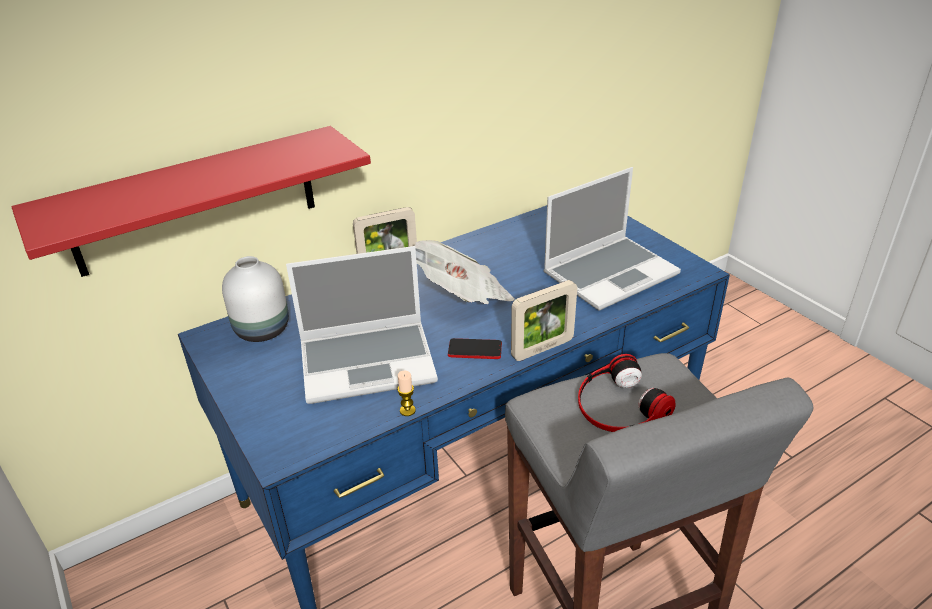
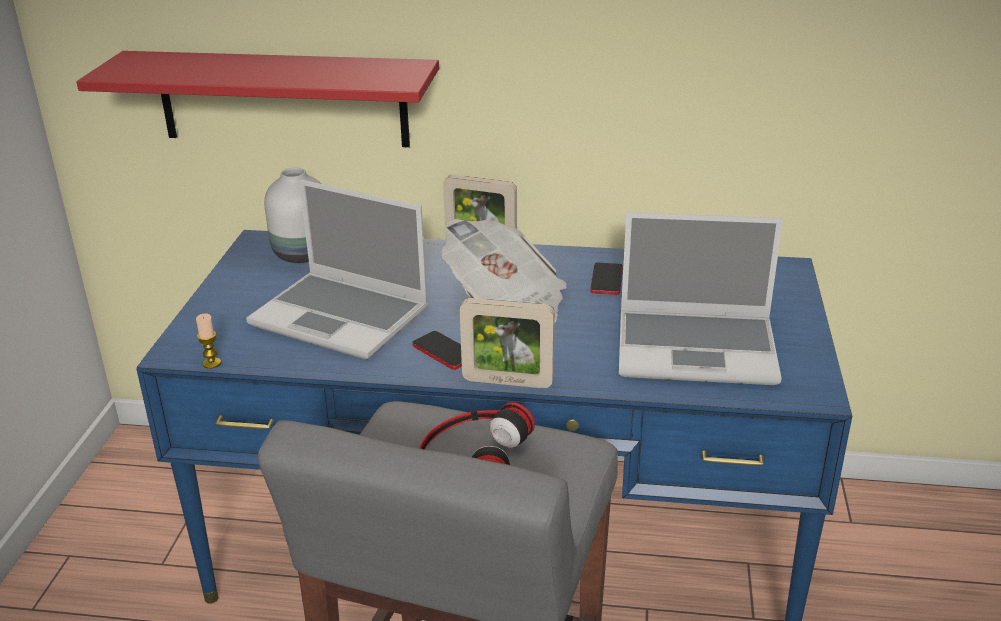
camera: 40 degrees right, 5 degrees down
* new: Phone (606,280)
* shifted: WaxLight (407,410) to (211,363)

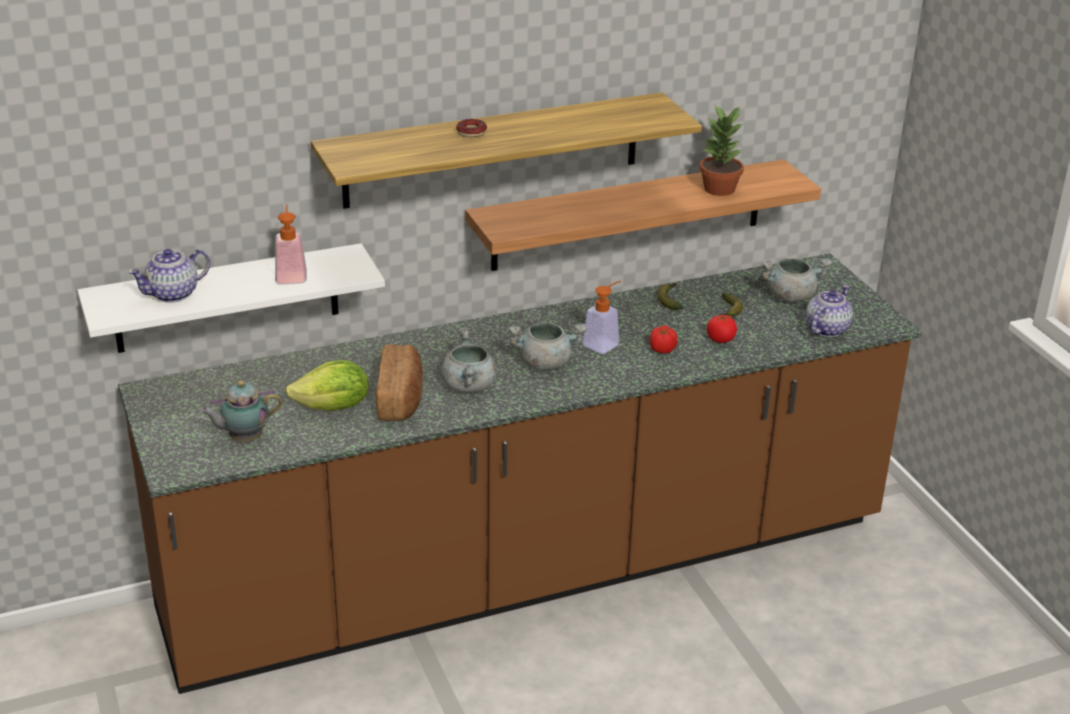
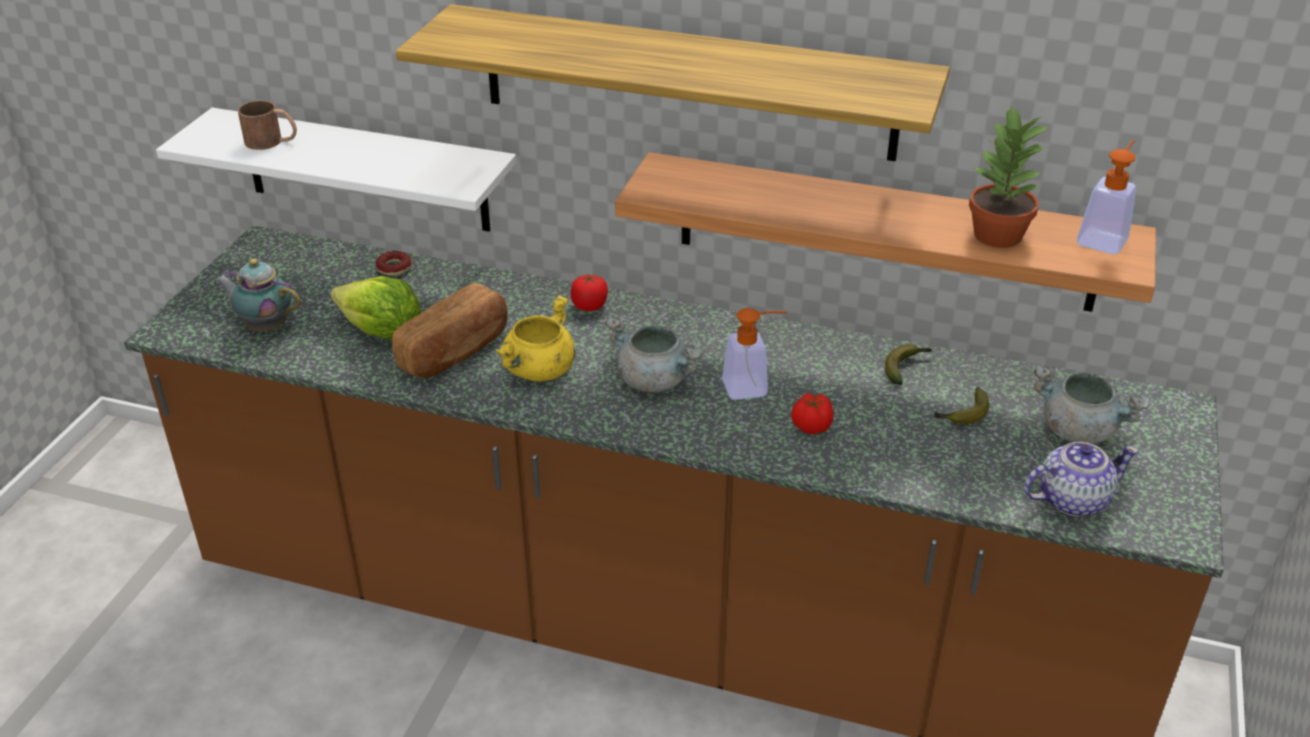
camera: 40 degrees right, 5 degrees up
* shifted: LiquidSoapBottle (291,274) to (1104,238)
* shifted: Doughnut (471,132) to (394,267)
* shifted: Tomato (721,339) to (589,306)
* swapped: TeaPot (173,294) to BrownTeaMug (272,141)
* repainted: GreyishStockpot (470,386) to YellowishStockpot (539,371)

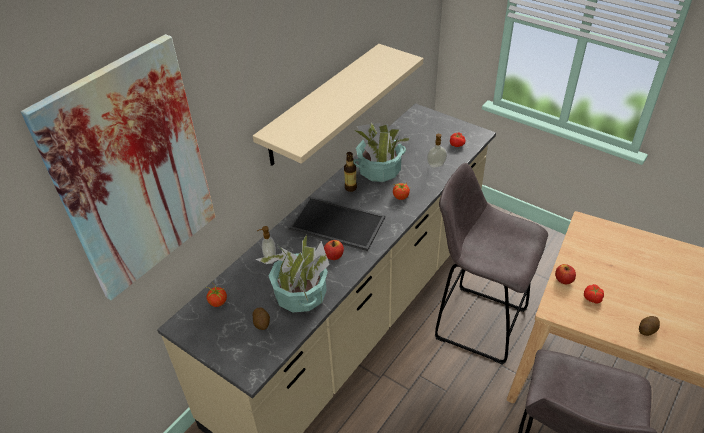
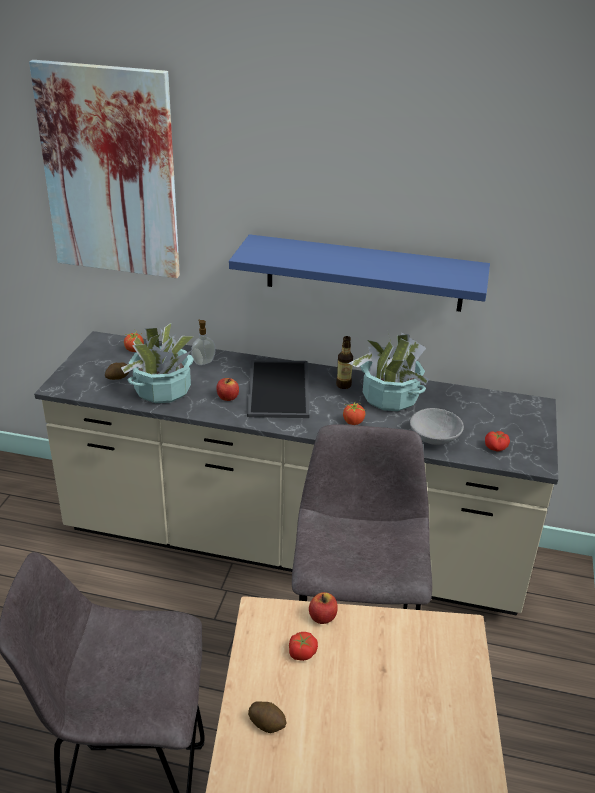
camera: 65 degrees right, 10 degrees down
* swapped: LiquidSoapBottle (436,165) to GreyishBowl (435,438)
* repainted: BeigeBracketShelf (322,104) to BluishBracketShelf (364,273)

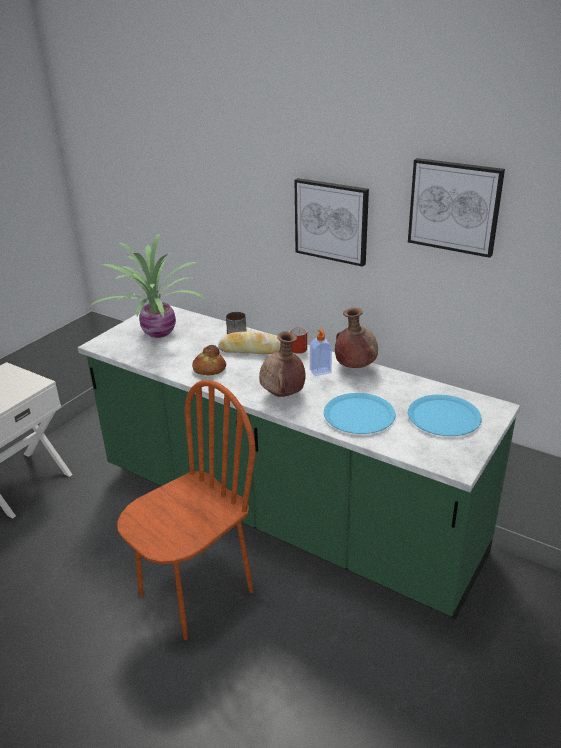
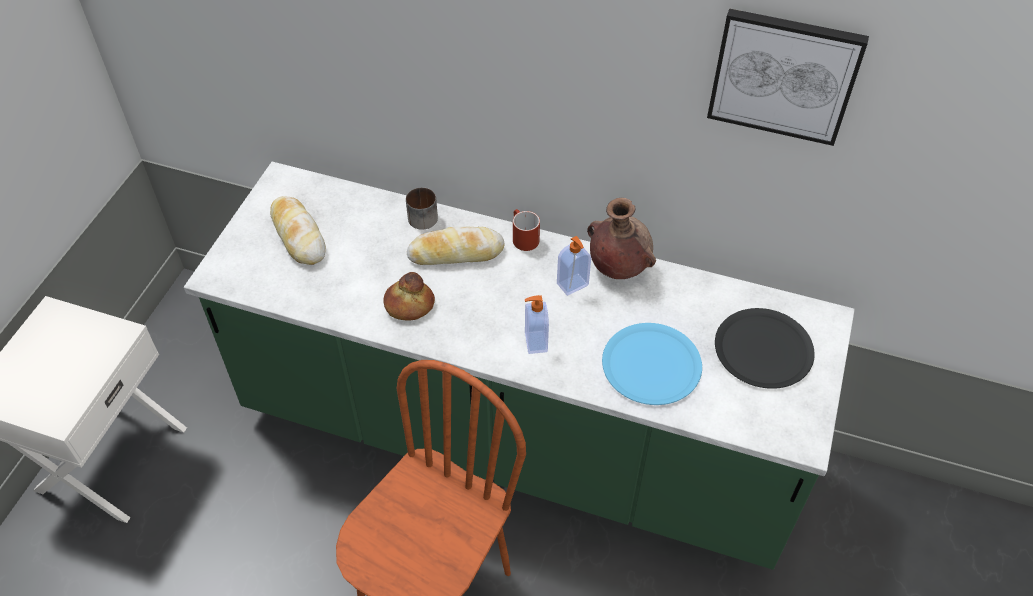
camera: 15 degrees left, 20 degrees up
* gone: Picture (332,221)
* swapped: PlantInAPot (157,332) to BakedBread (298,235)
* swapped: BrownVase (283,395) to LiquidSoapBottle (535,342)
* repainted: BluishPlate (444,417) to BlackPlate (763,349)

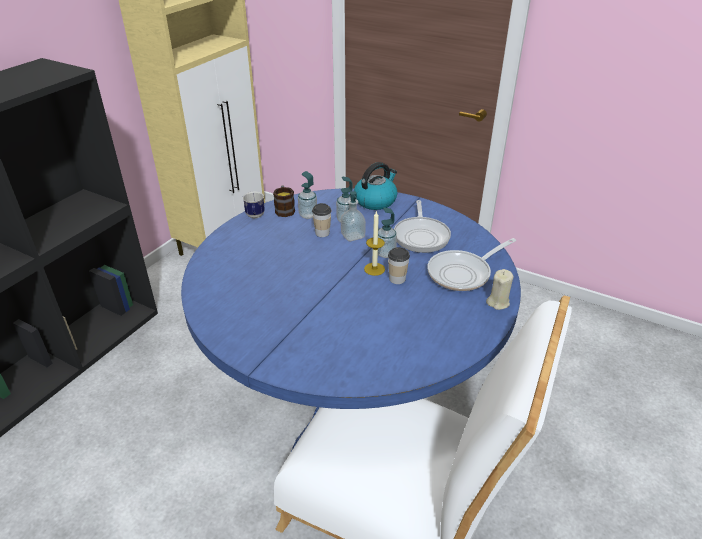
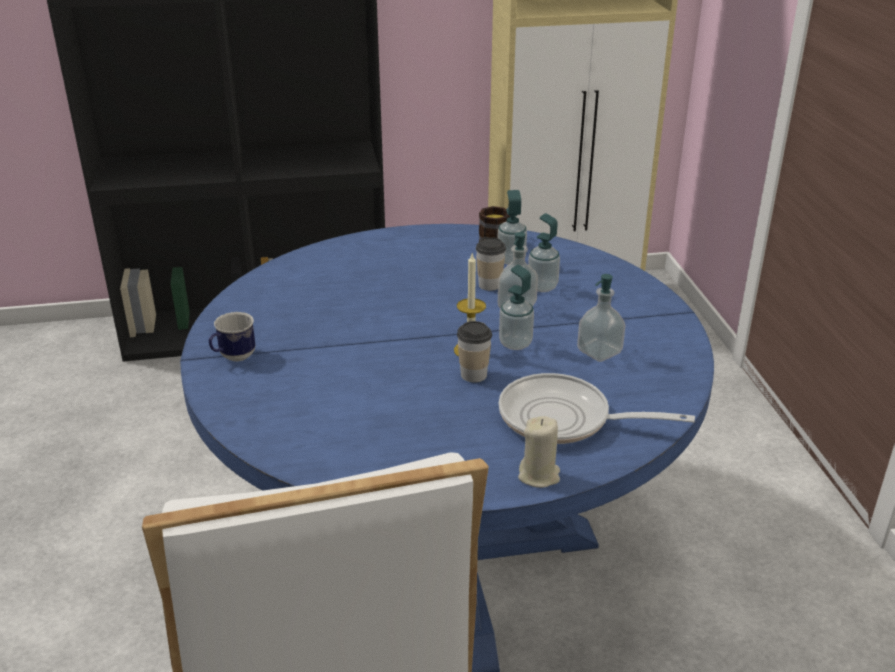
camera: 50 degrees right, 5 degrees down
* gone: WaterKettle (375,200)
* shifted: TeaMug (255,216) to (233,357)
* swapped: Pan (421,236) to LiquidSoapBottle (599,352)

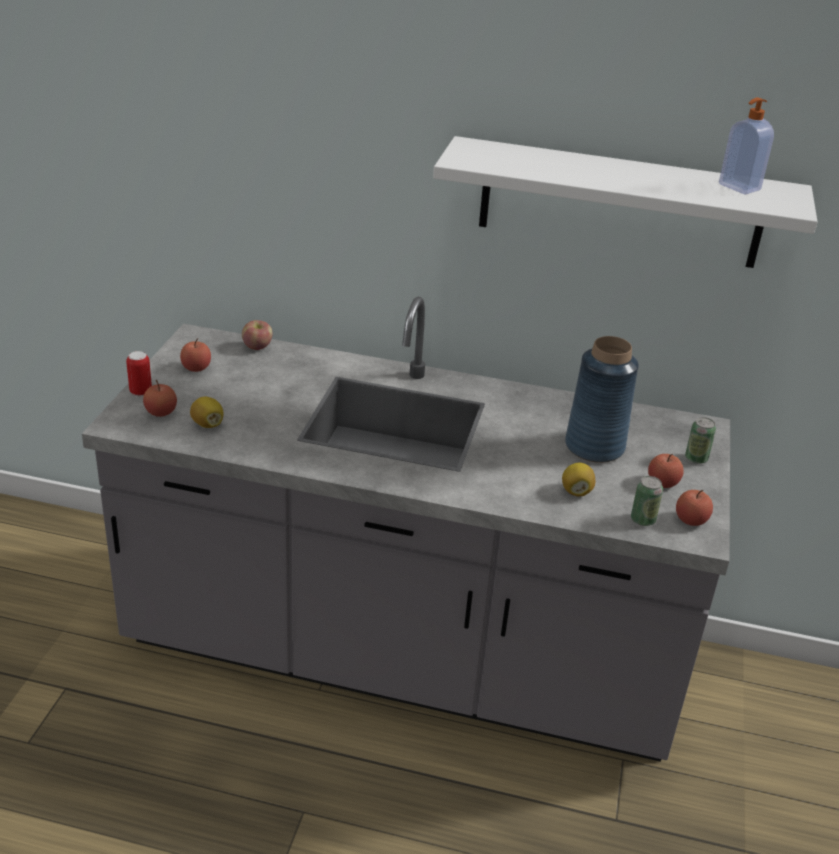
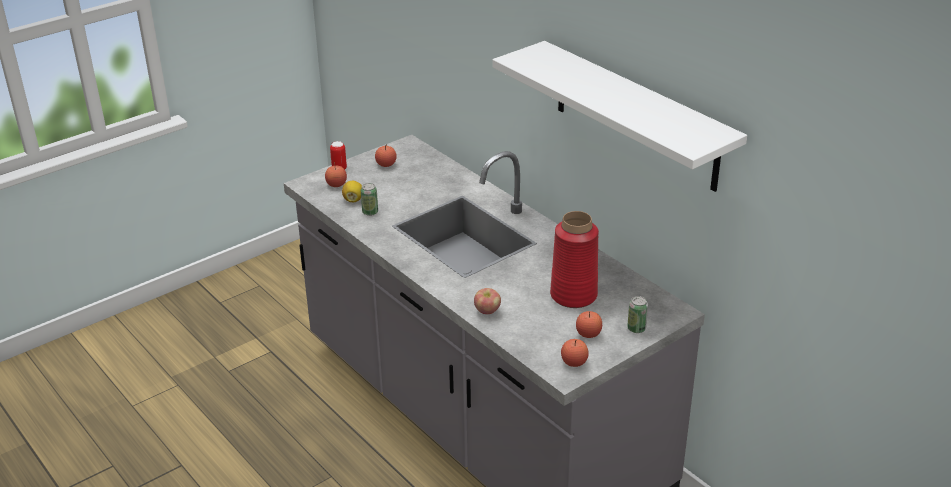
camera: 40 degrees right, 0 degrees up
* gone: CitrusFruit (576,491)
* gone: LiquidSoapBottle (738,187)
* shifted: Apple (257,347) to (487,311)
* shifted: Can (642,520) to (370,212)
* repainted: BluishVase (594,447) to RedVase (573,295)

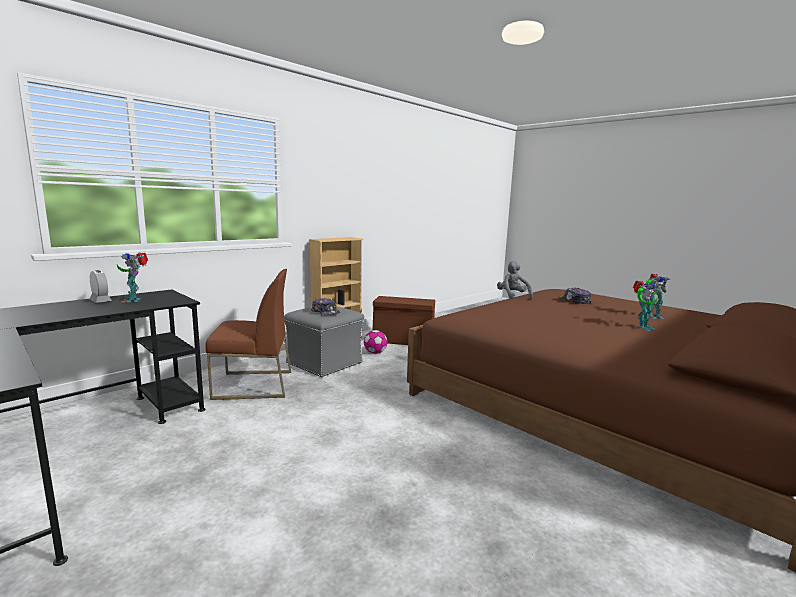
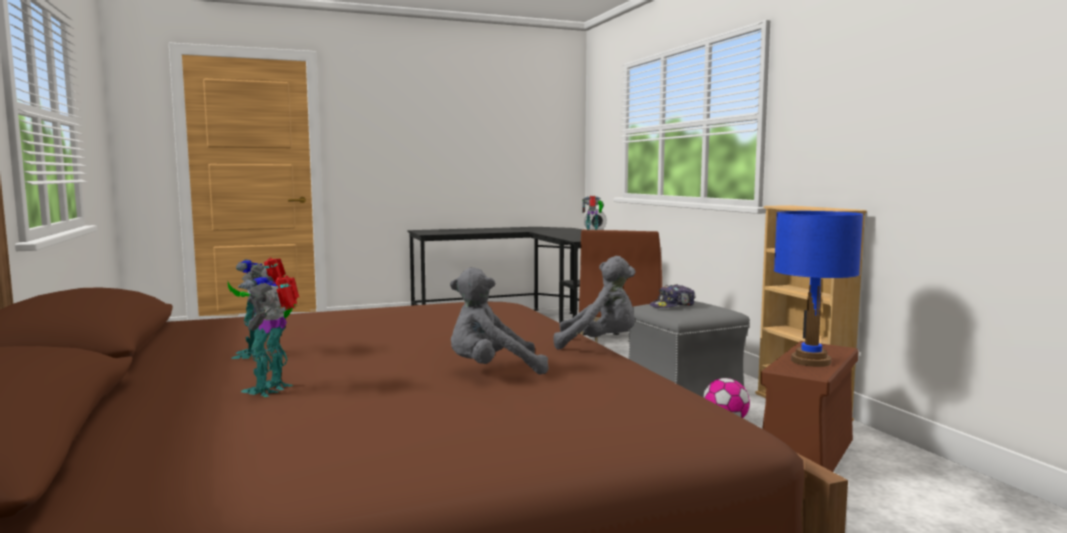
camera: 115 degrees right, 5 degrees down
* new: BluishTableLamp (811,361)
* swapped: PeakedCap (574,301) to GreyishCuddlyToy (492,371)

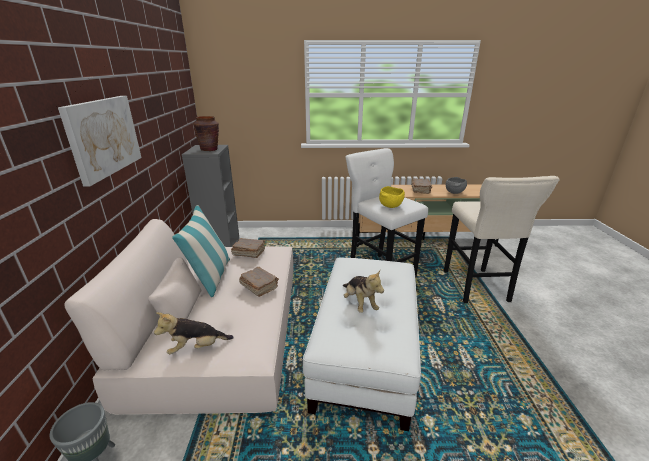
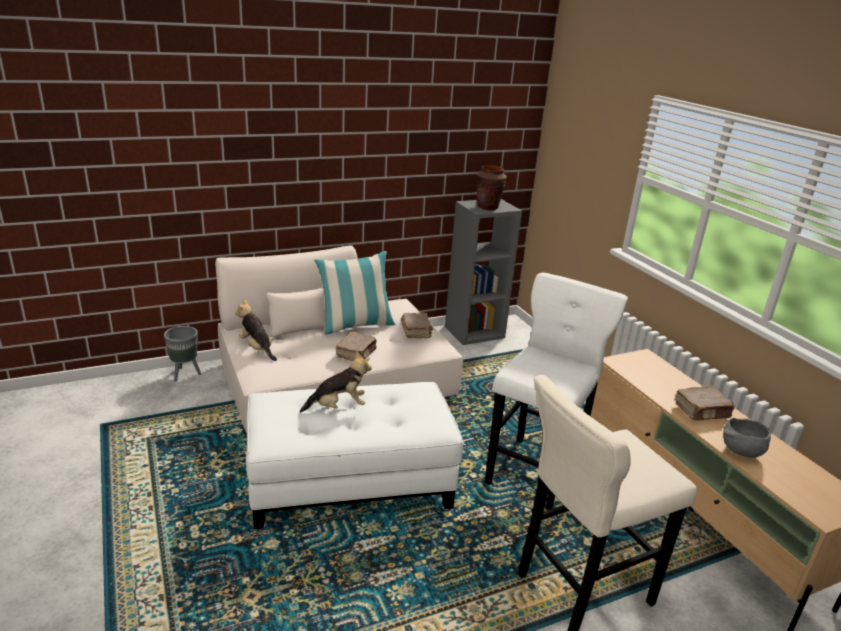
camera: 65 degrees right, 0 degrees up
* gone: Picture (103,137)
* gone: YellowishBowl (390,206)
* rotated: CuddlyToy (359,303) = (338,406) 150 degrees counterclockwise

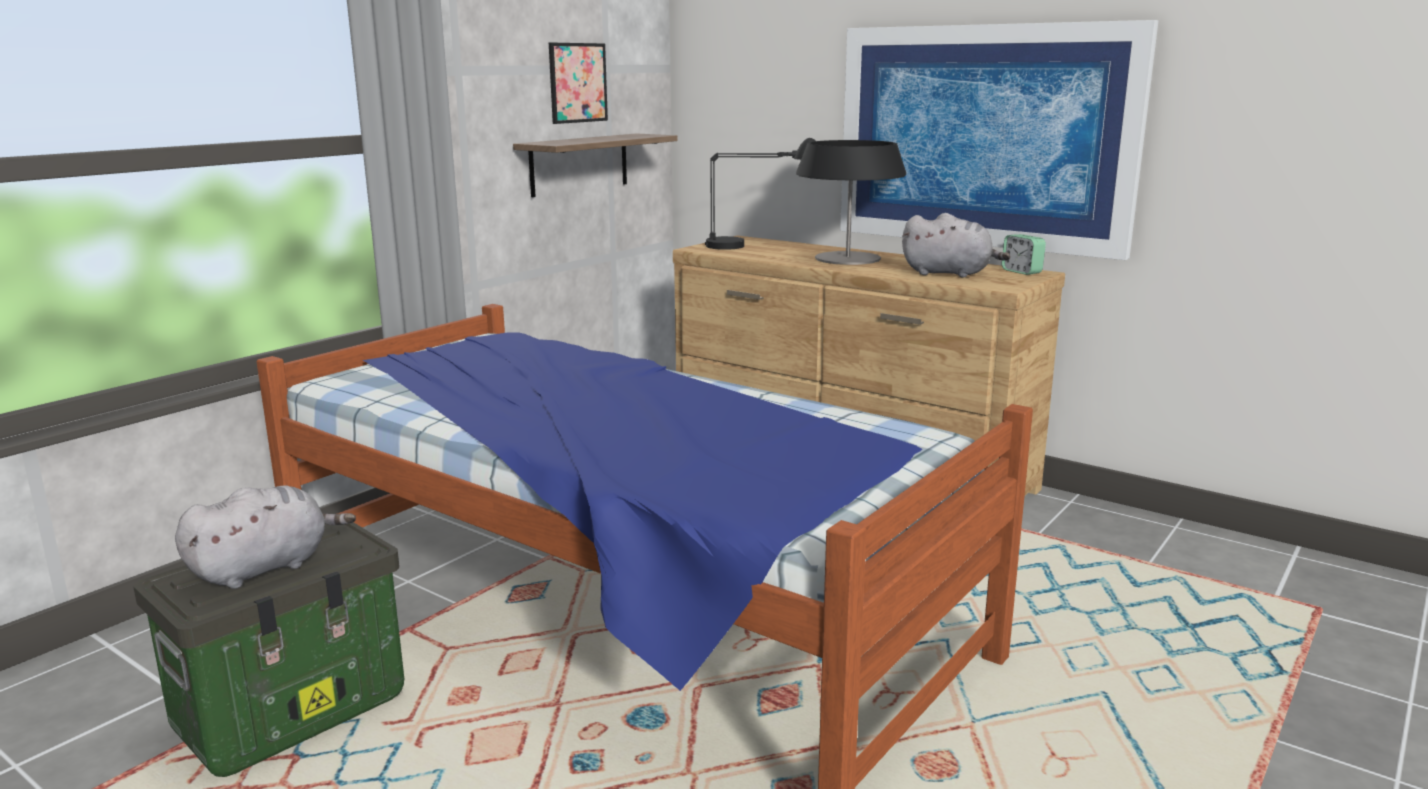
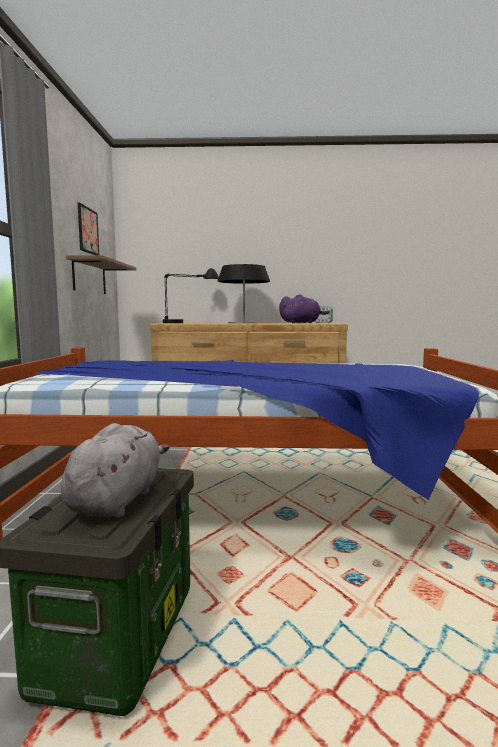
camera: 35 degrees left, 10 degrees down
* gone: Picture (983,137)
* repainted: GreyishCuddlyToy (950,274) to PurpleCuddlyToy (301,323)

